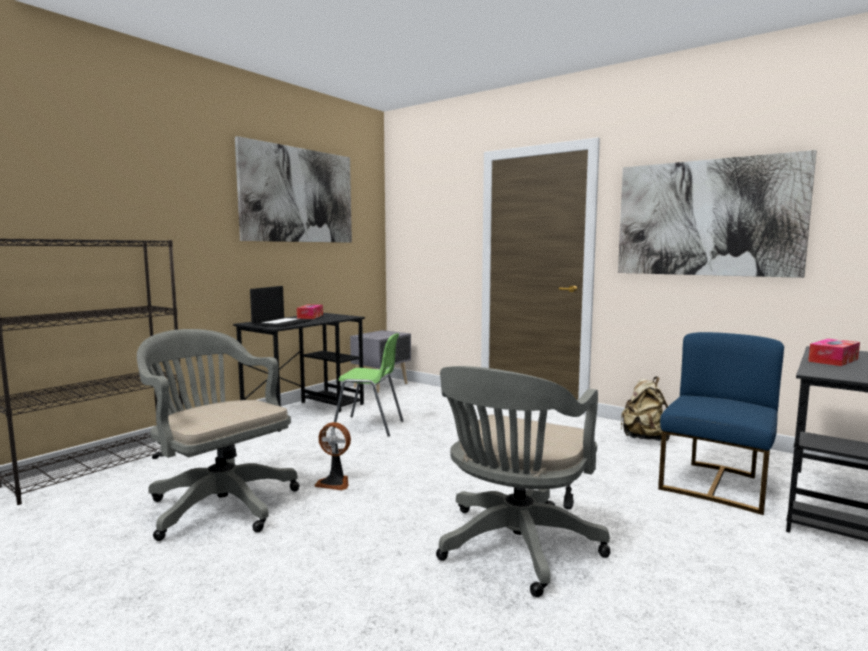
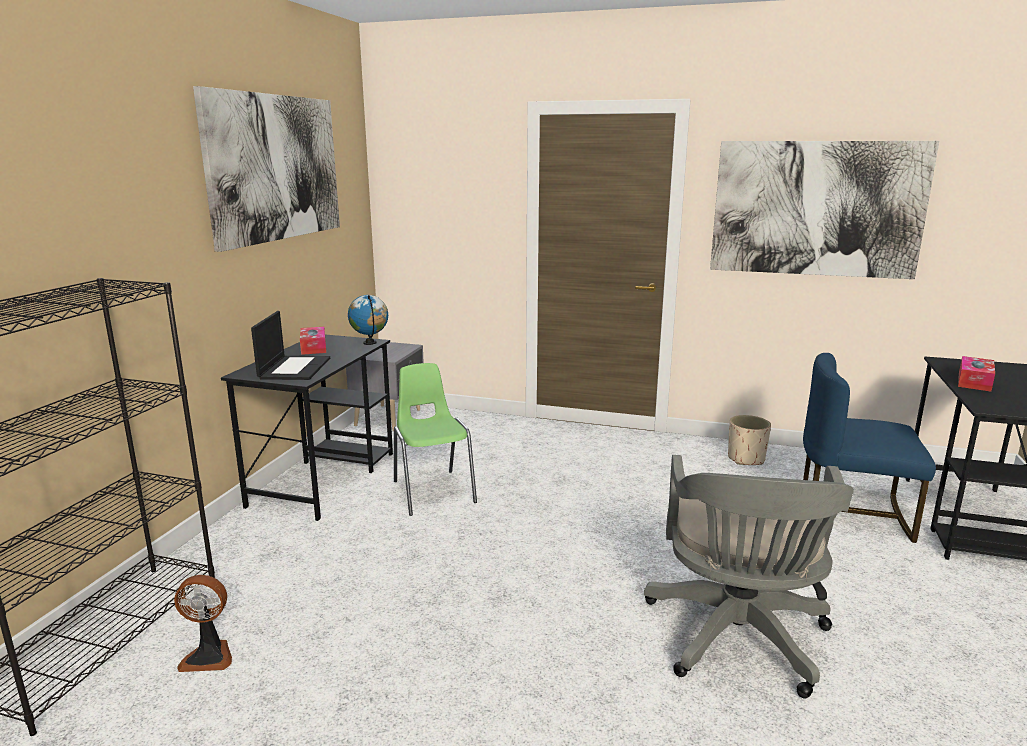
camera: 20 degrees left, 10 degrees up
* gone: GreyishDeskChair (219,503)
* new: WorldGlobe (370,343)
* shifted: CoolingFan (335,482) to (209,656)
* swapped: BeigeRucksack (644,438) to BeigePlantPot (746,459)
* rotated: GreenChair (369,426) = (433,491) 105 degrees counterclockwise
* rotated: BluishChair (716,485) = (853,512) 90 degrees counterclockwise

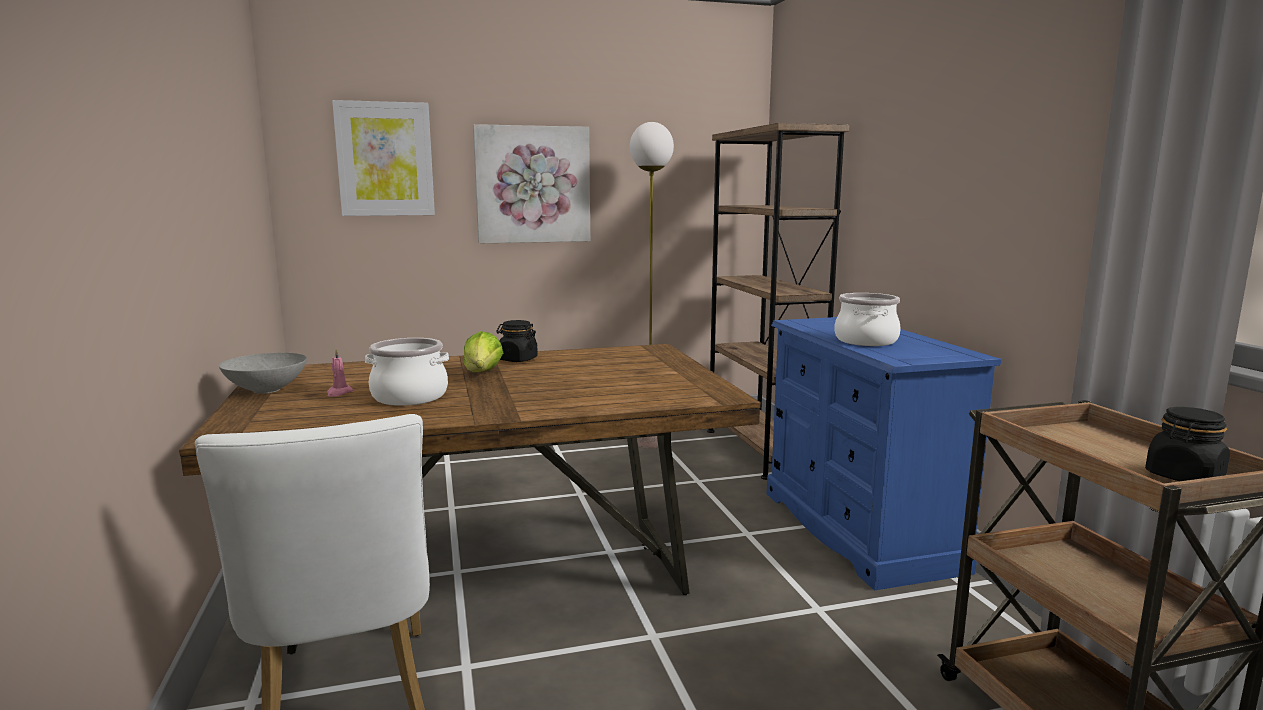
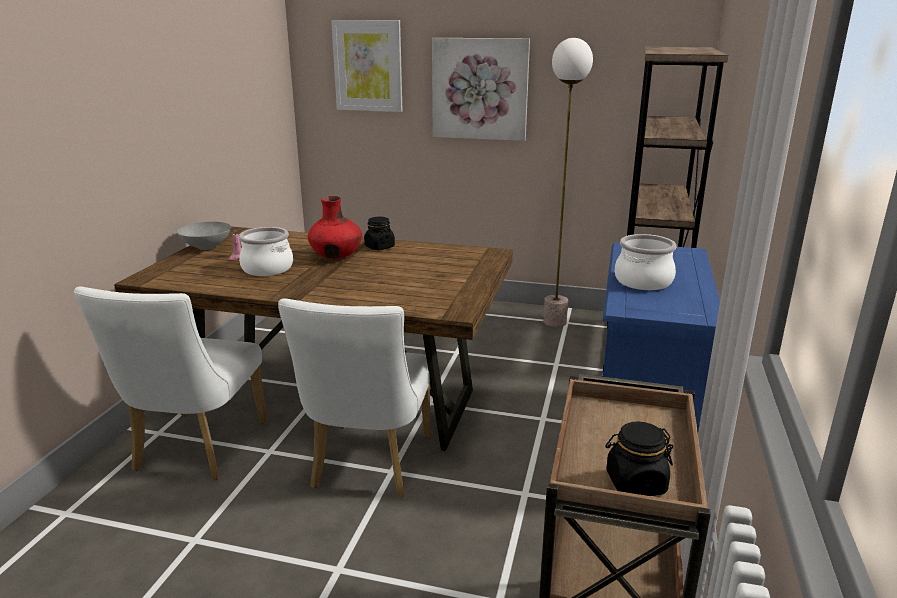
camera: 30 degrees right, 10 degrees up
* new: WhitishChair (368,466)
* swapped: HeadOfLettuce (482,374) to RedVase (336,257)

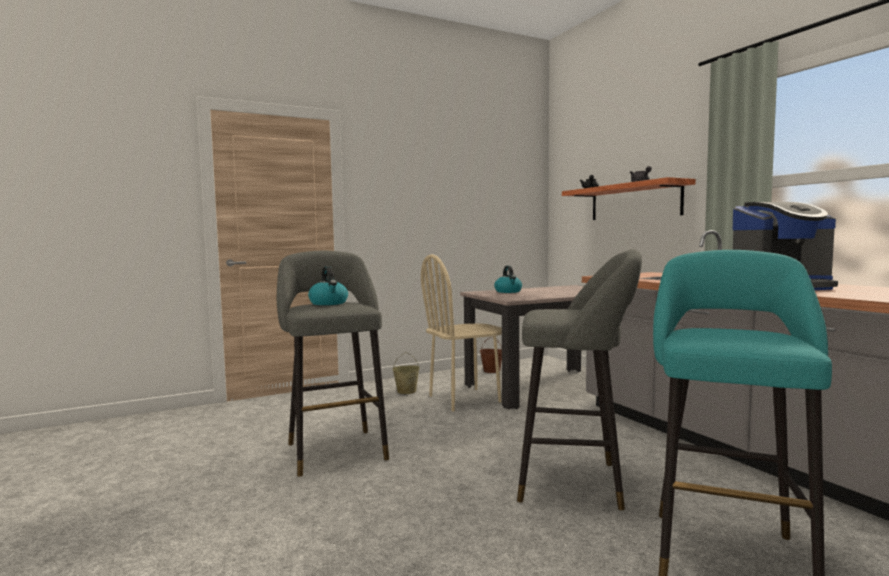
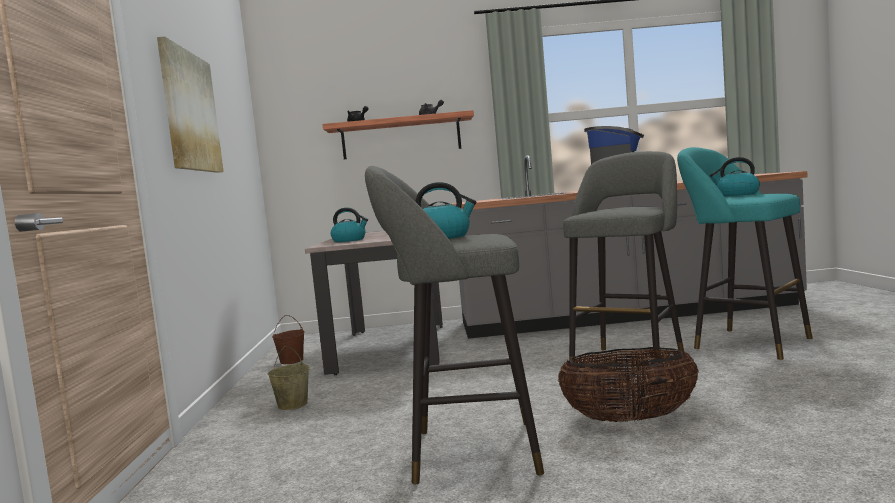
camera: 65 degrees left, 0 degrees up
* gone: BeigeChair (464,399)
* new: Picture (190,111)
* new: HouseholdBasket (630,419)
* new: WaterKettle (737,194)

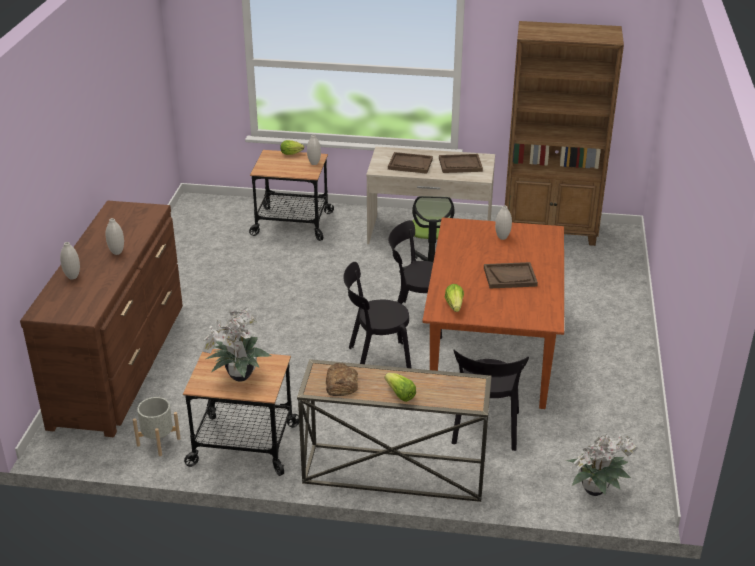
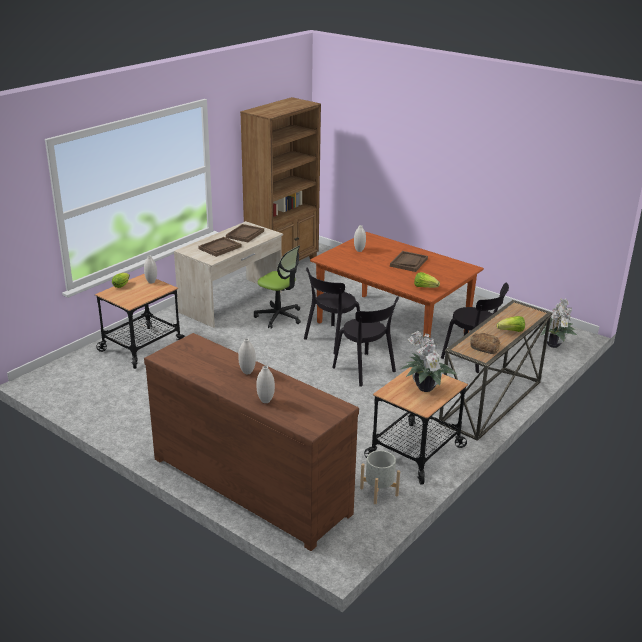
camera: 60 degrees left, 5 degrees down
* rotated: BlackChair (376,362) = (365,371) 60 degrees counterclockwise

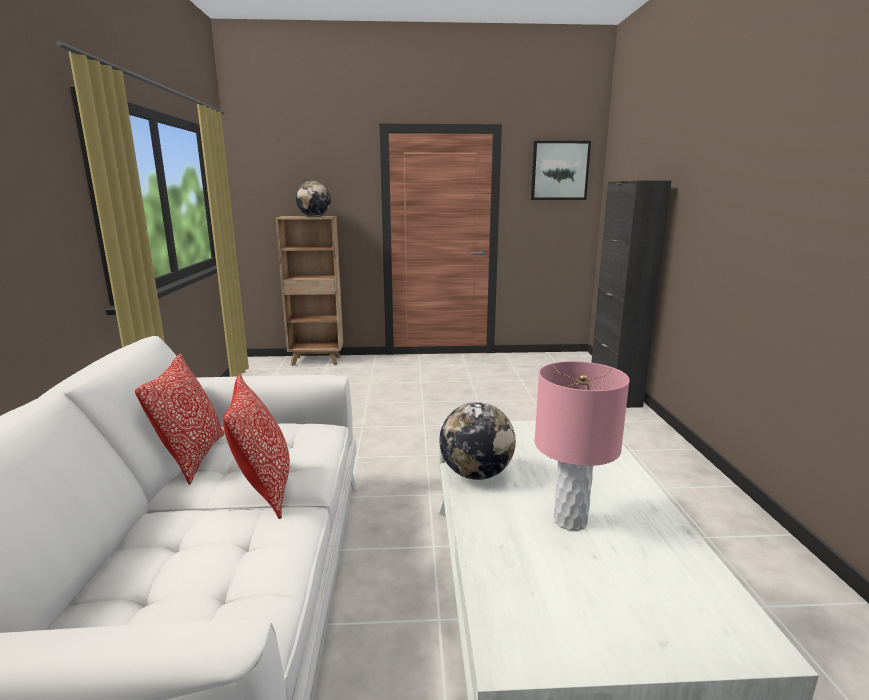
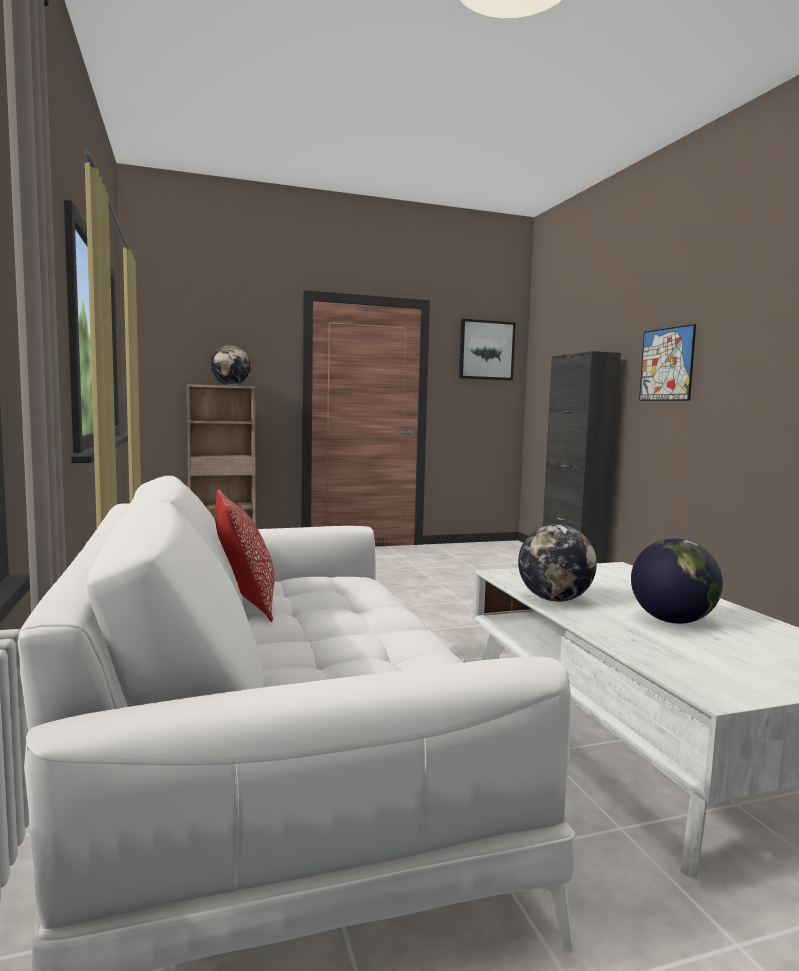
camera: 15 degrees left, 10 degrees down
* gone: Pillow (264,488)
* new: Picture (666,364)
* swapped: PinkTableLamp (570,520) to WorldGlobe (672,621)

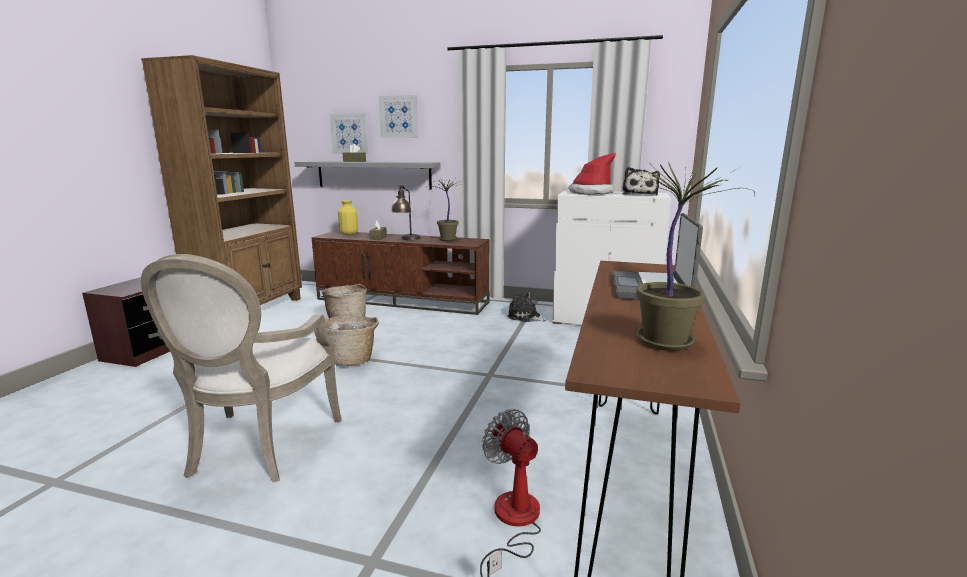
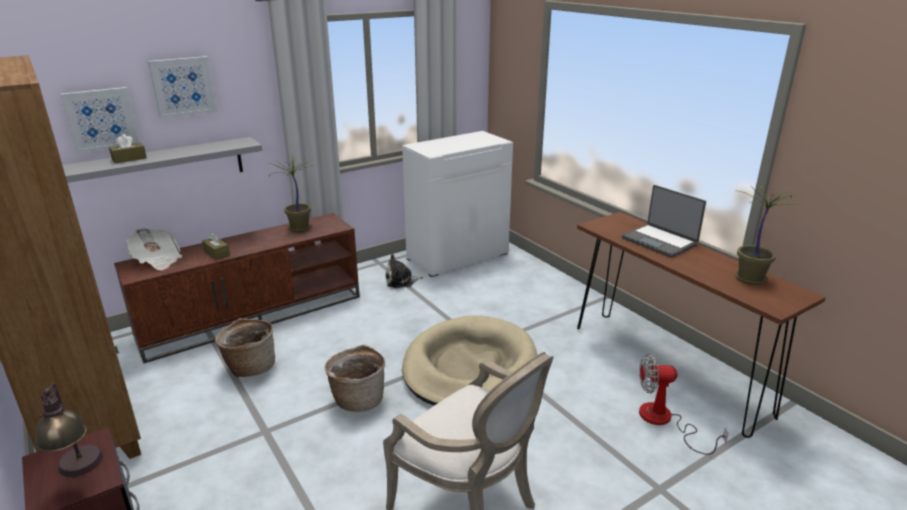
camera: 50 degrees left, 10 degrees up
* gone: WearableHat (591,193)
* gone: CuddlyToy (639,194)
* new: BeigeDogCushion (469,367)
* shifted: TableLamp (406,239) to (80,473)
* swapped: YellowishVase (349,234) to PrintedPaper (157,260)

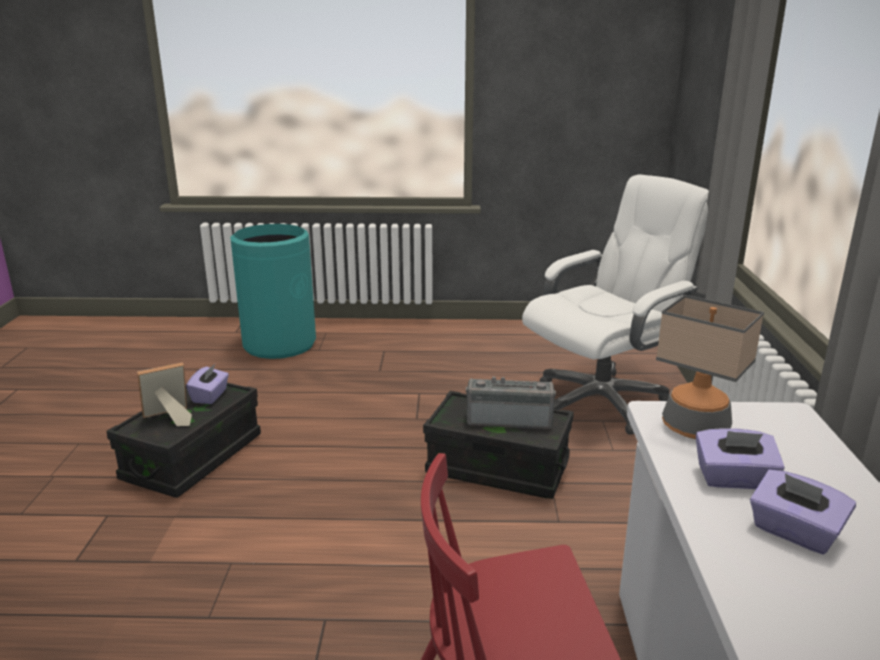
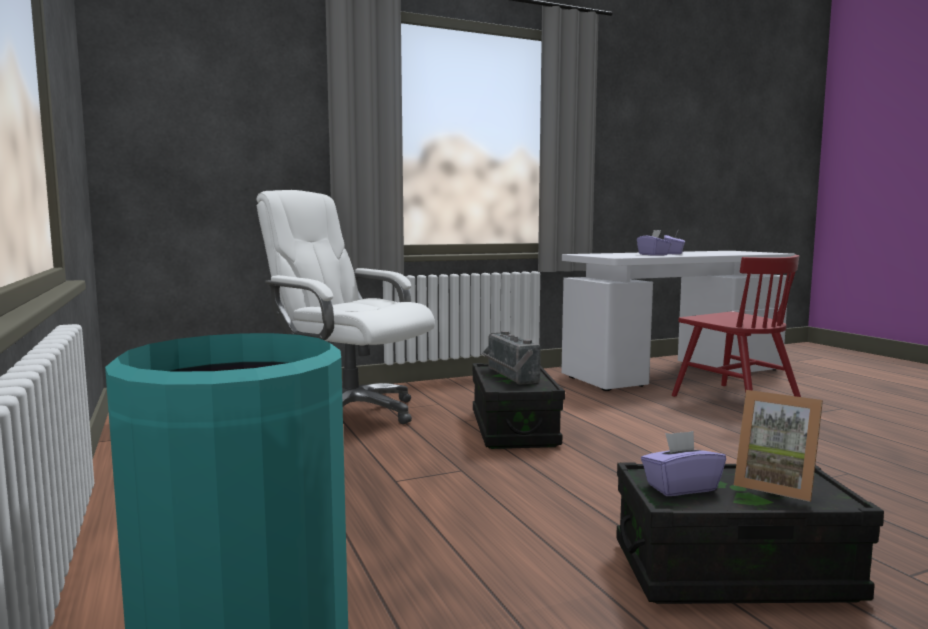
camera: 115 degrees left, 15 degrees down
* gone: TableLamp (694,427)

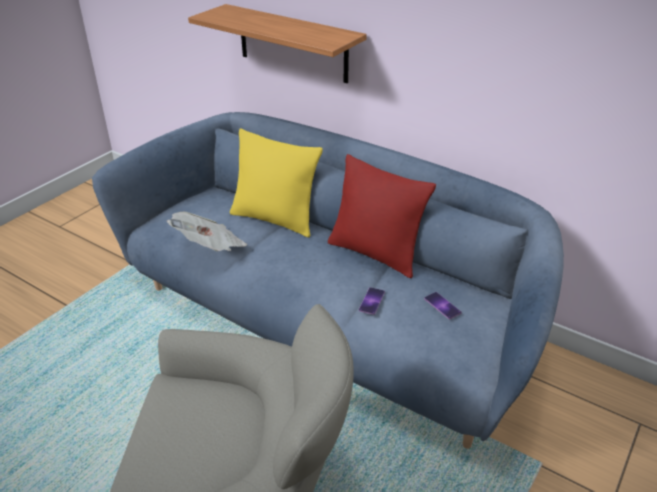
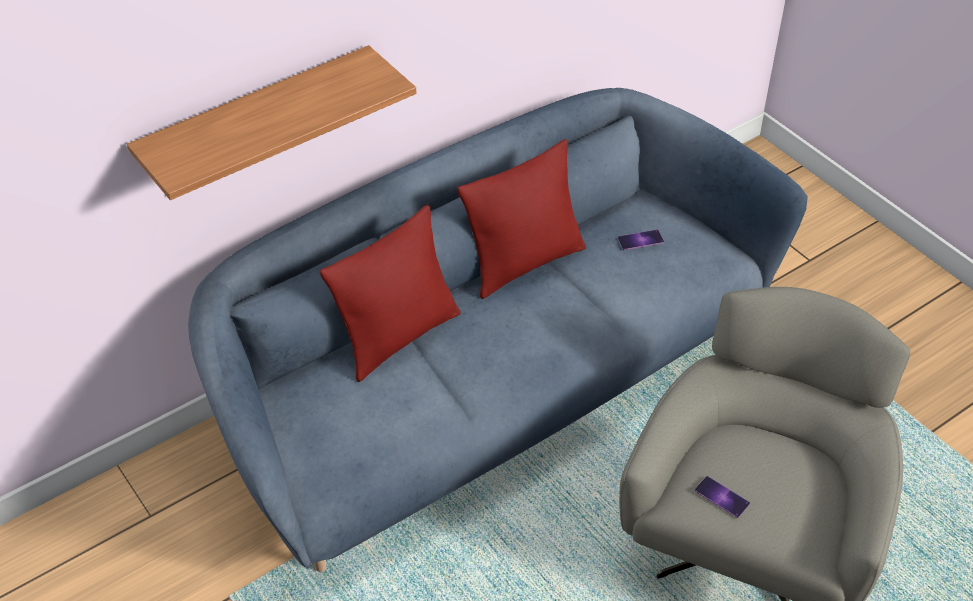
camera: 70 degrees left, 10 degrees up
* gone: PrintedPaper (210,247)
* shifted: Phone (372,301) to (722,497)
* repainted: YellowishPillow (275,219) to RedPillow (398,337)

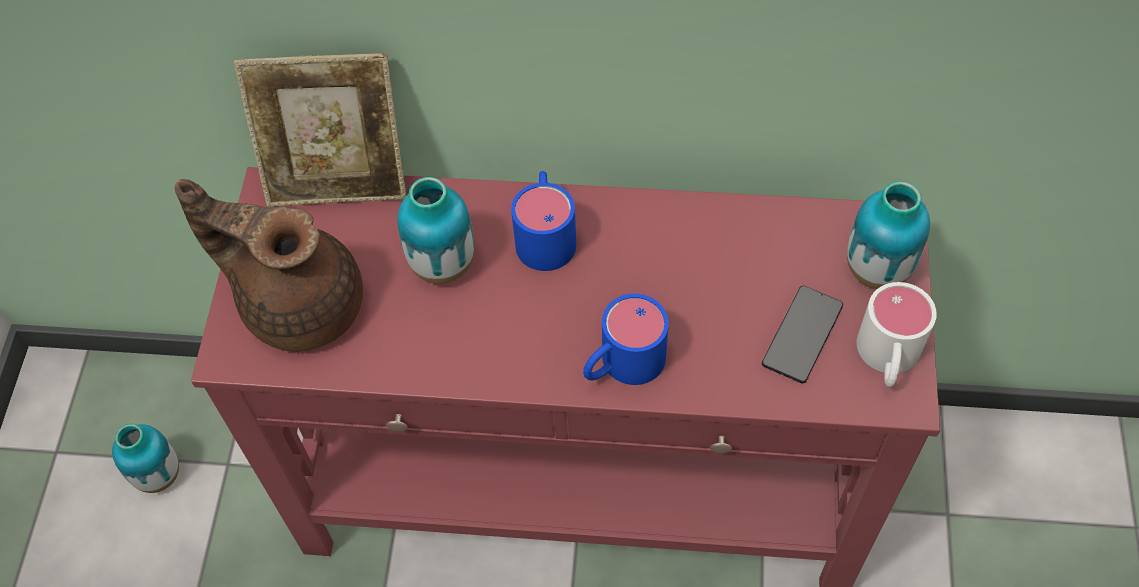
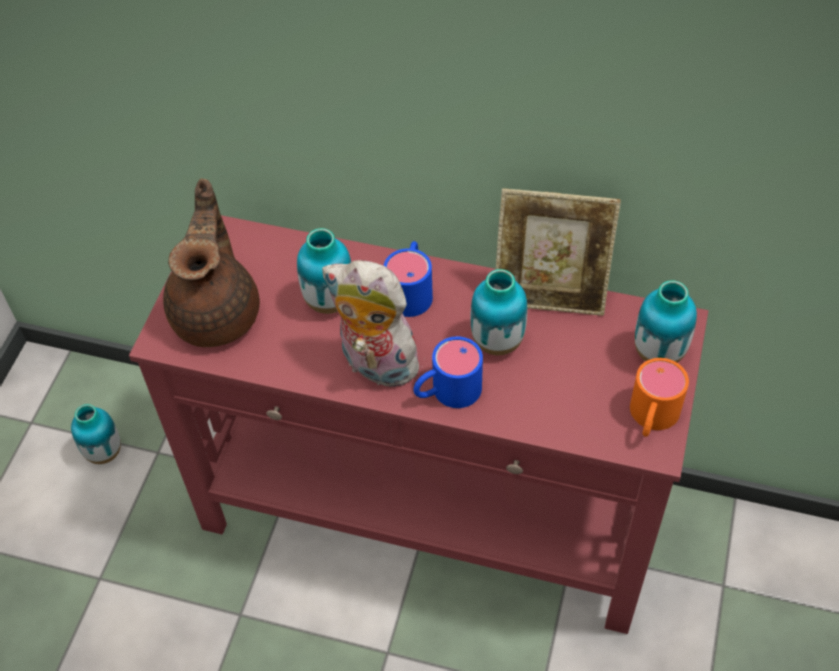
camera: 10 degrees right, 5 degrees down
* gone: Phone (802,335)
* new: CuddlyToy (375,365)
* new: Vase (497,341)
* shifted: PhotoFrame (339,181) to (550,294)
* repainted: WhitishTeaMug (887,358) to OrangeTeaMug (651,418)
* rotated: BrownTeaPot (298,302) = (218,312) 60 degrees clockwise

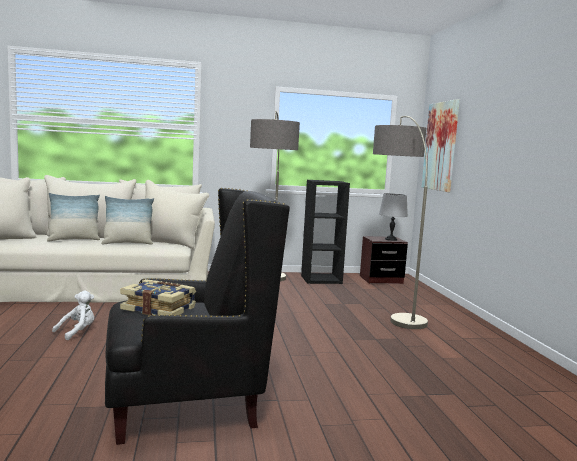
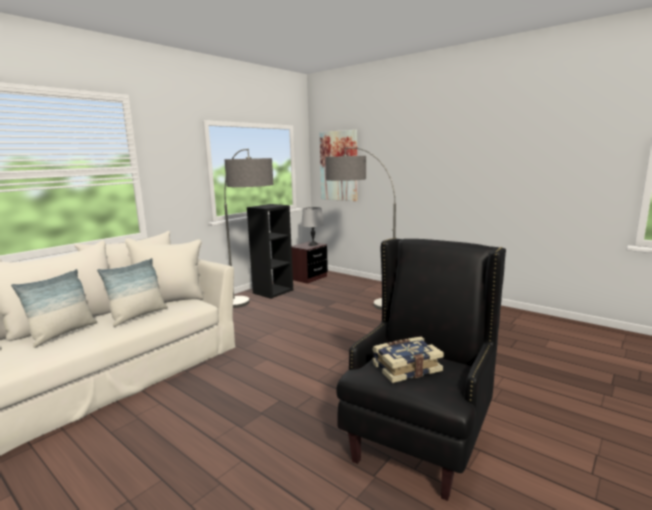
camera: 40 degrees left, 5 degrees up
* gone: WhitishCuddlyToy (77,332)

